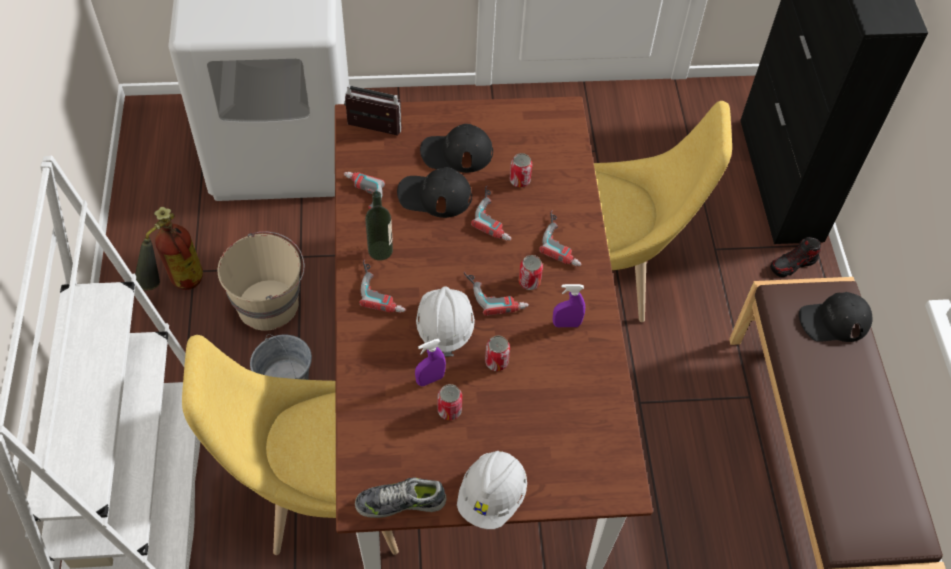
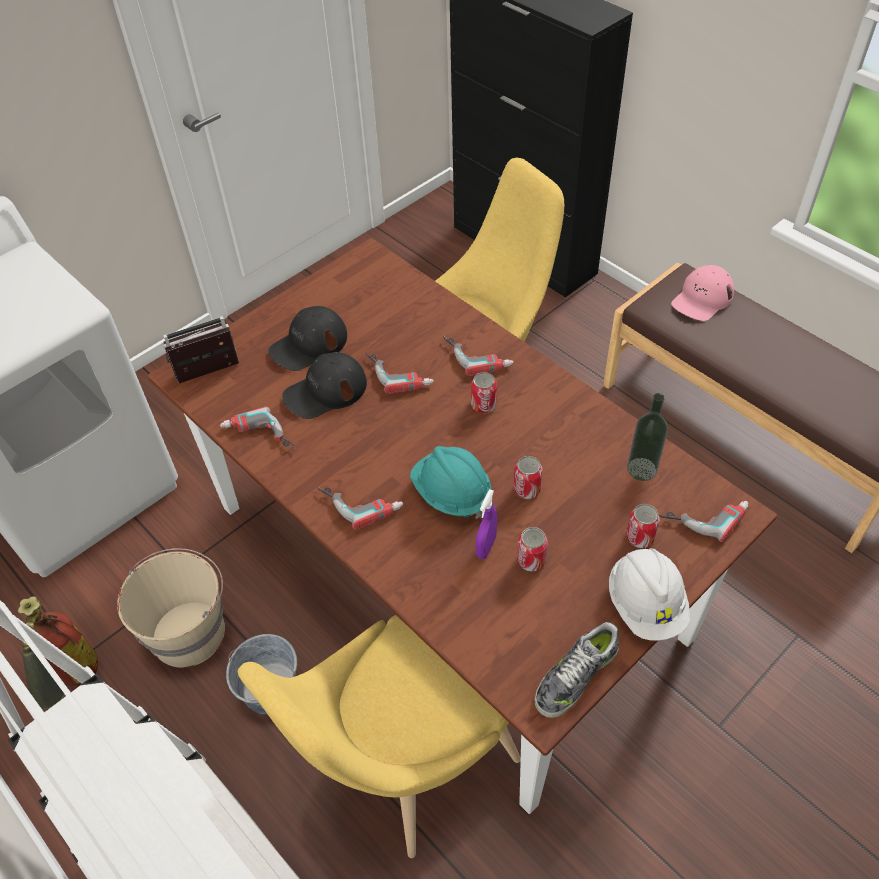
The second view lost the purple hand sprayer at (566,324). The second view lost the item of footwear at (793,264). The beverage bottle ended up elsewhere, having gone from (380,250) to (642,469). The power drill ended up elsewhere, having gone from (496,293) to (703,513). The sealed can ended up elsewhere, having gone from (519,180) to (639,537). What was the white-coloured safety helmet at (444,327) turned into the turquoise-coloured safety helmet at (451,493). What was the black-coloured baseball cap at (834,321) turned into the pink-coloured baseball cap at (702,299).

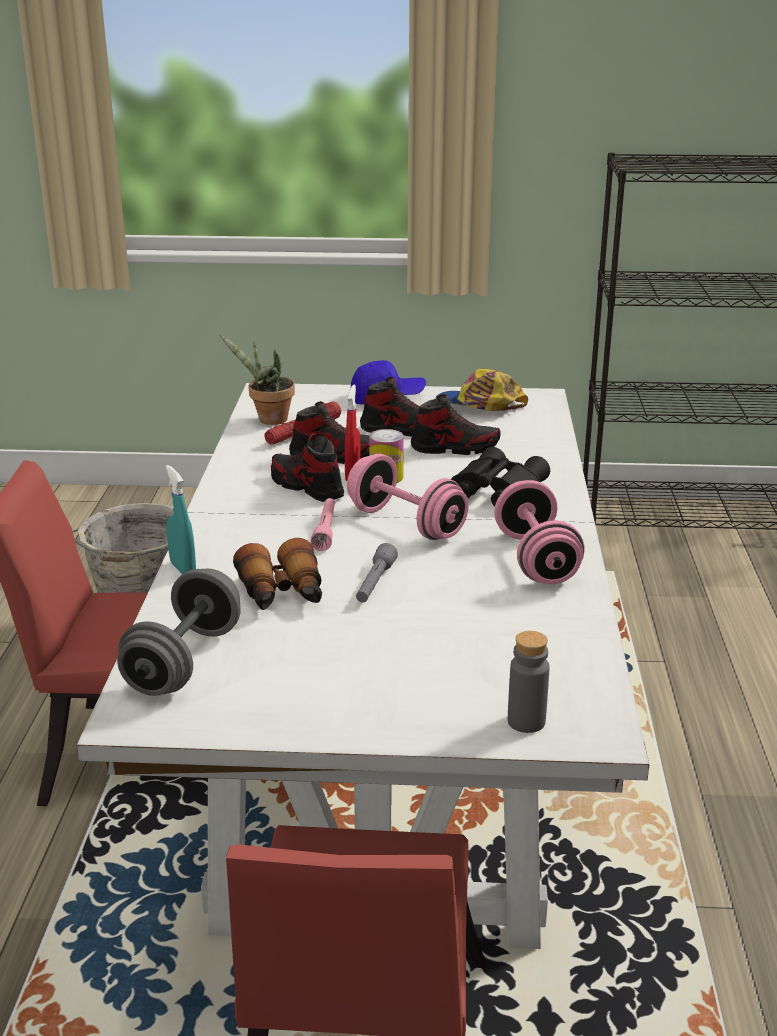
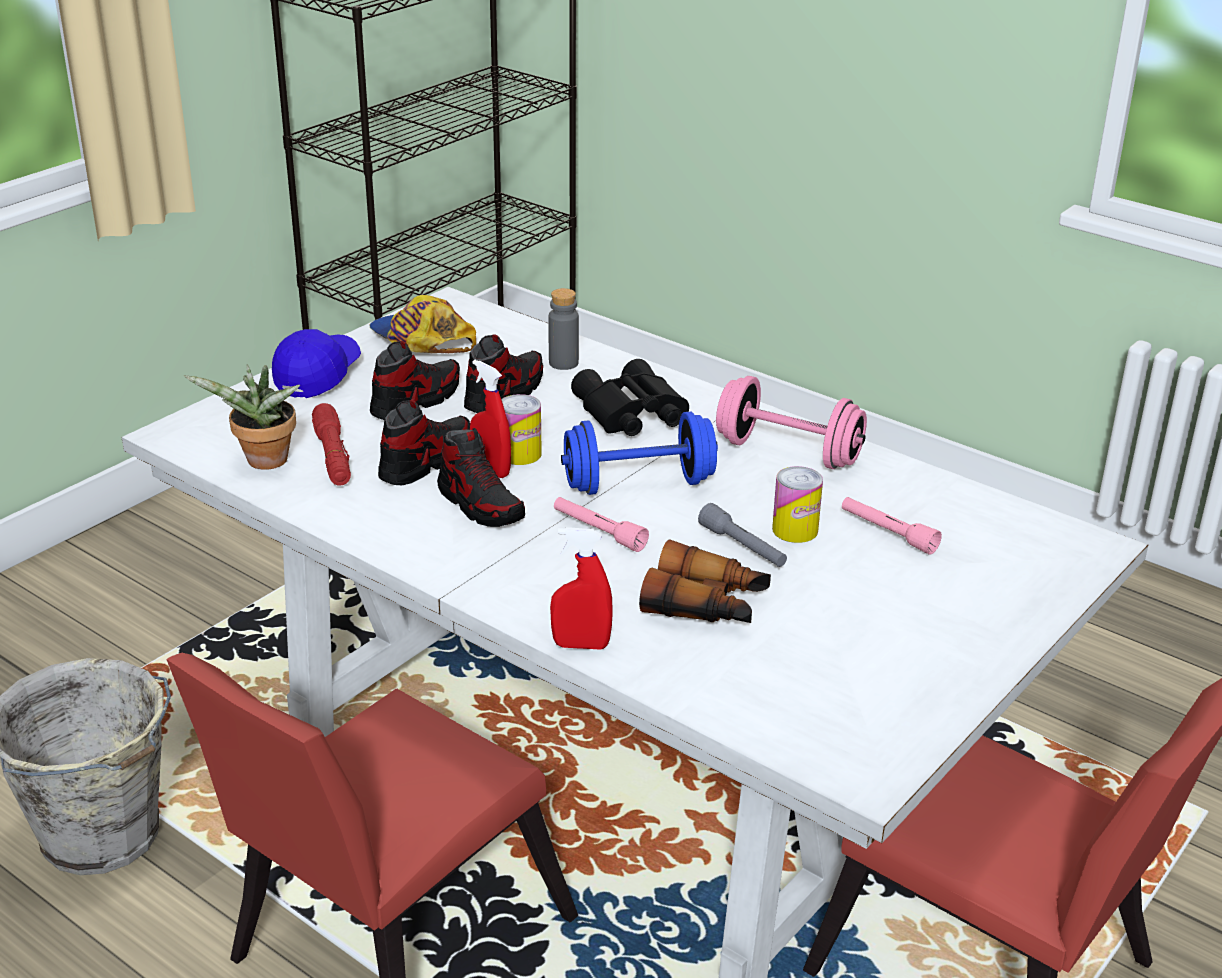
The second view lost the greyish dumbbell at (184,661). The second view gained the sealed can at (795,530). The second view gained the pink-coloured torch at (887,533). The greyish beverage bottle ended up elsewhere, having gone from (526,721) to (563,363). What was the turquoise-coloured hand sprayer at (183,569) turned into the reddish hand sprayer at (581,645). What was the pink-coloured dumbbell at (406,523) turned into the blue-coloured dumbbell at (639,484). The item of footwear at (307,487) ended up facing another way, 120 degrees counterclockwise from before. The baseball cap at (479,405) ended up facing another way, 75 degrees clockwise from before.

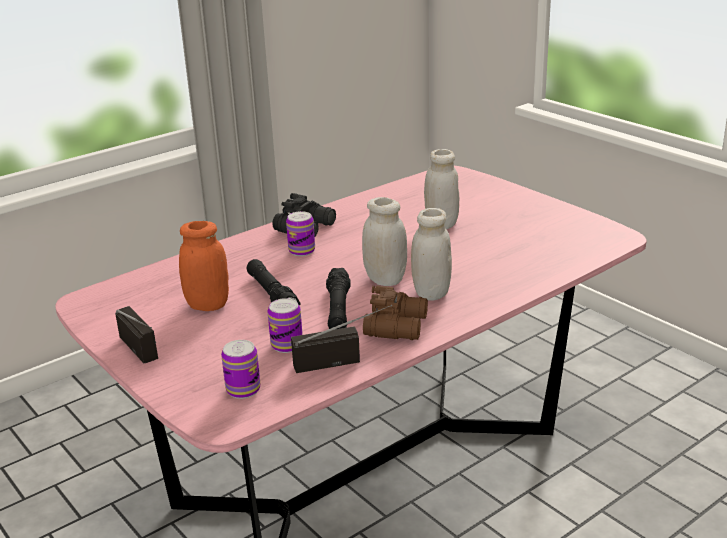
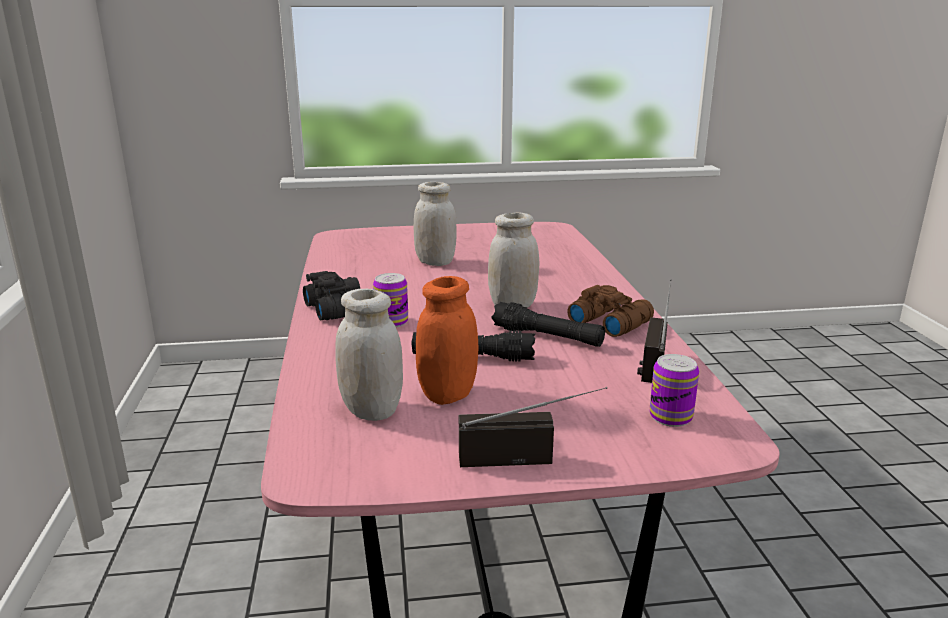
The second view lost the sealed can at (287,345). The white-coloured jar ended up elsewhere, having gone from (431,293) to (371,410).

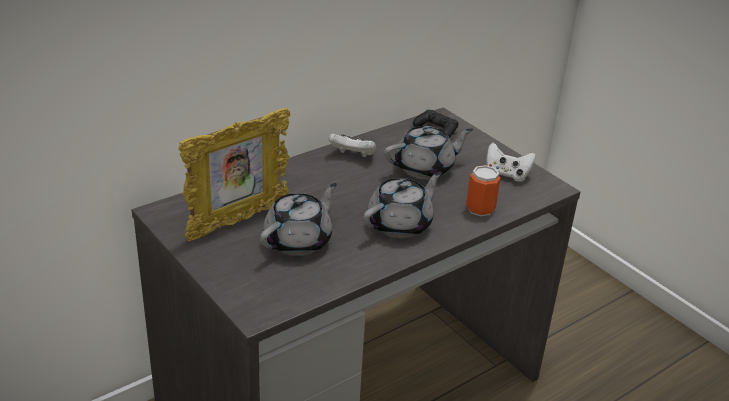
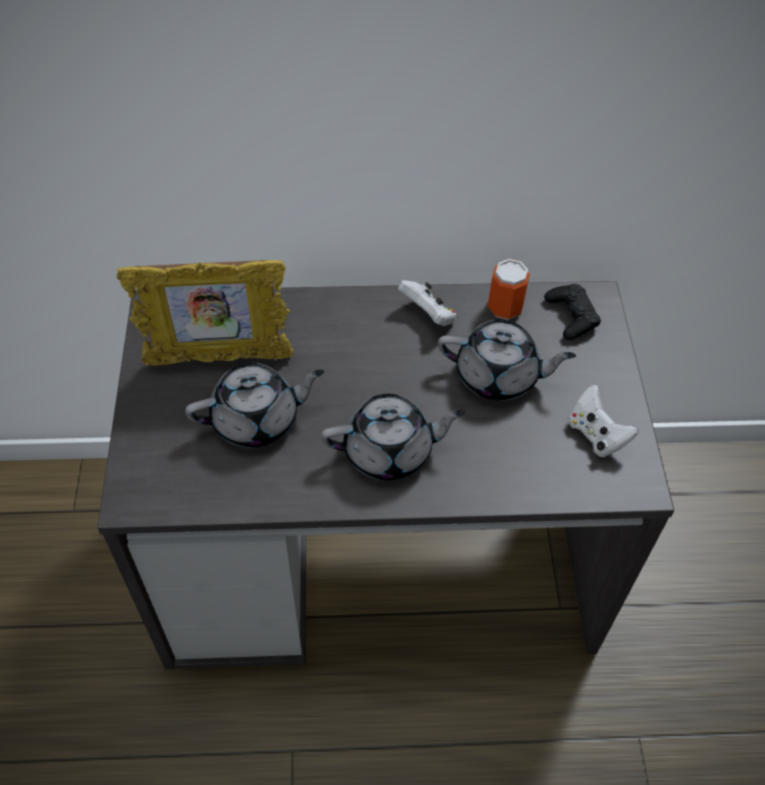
The sealed can ended up elsewhere, having gone from (480,209) to (505,307).

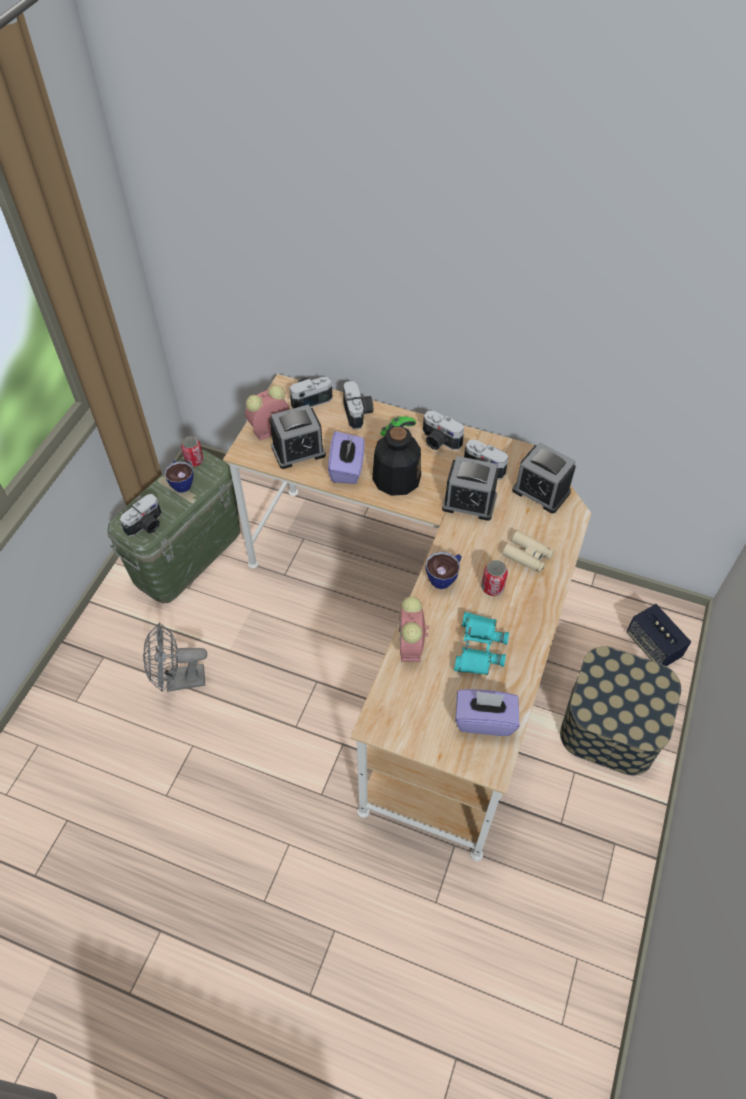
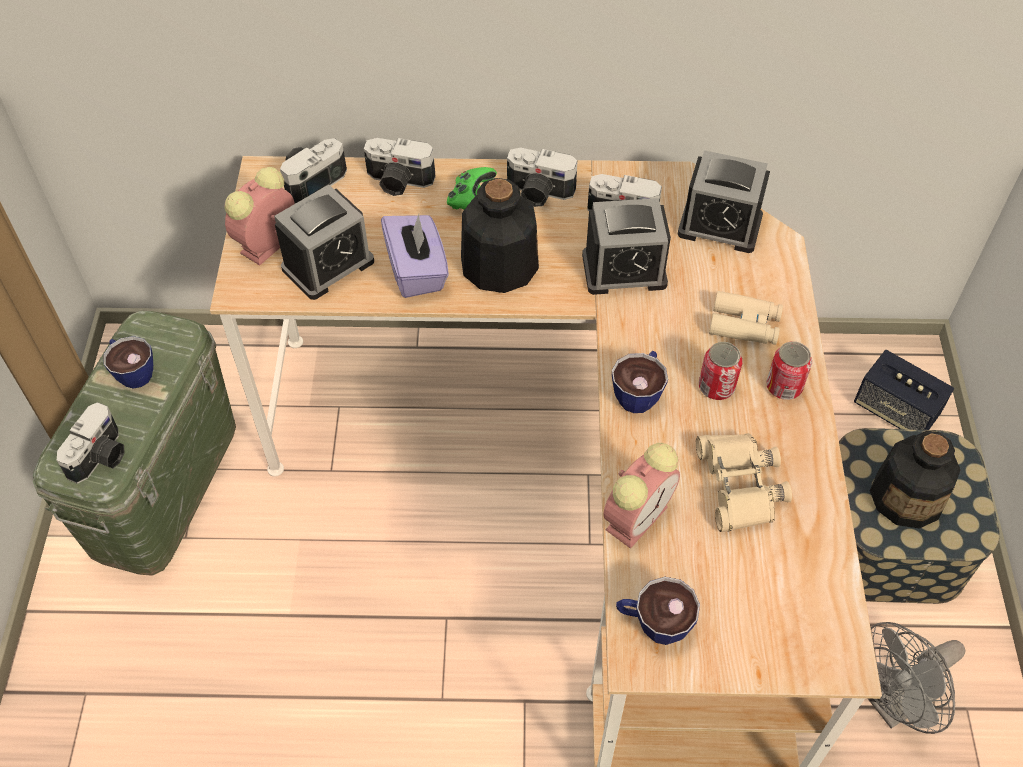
The second view lost the purple tissue box at (484,719). The second view gained the cup at (653,624). The second view gained the beverage bottle at (906,497). The greyish cooling fan ended up elsewhere, having gone from (179,681) to (894,704). The sealed can ended up elsewhere, having gone from (194,461) to (784,386). What was the turquoise-coloured pair of binoculars at (478,648) turned into the beige-coloured pair of binoculars at (739,485). The photo camera at (359,413) ended up facing another way, 135 degrees clockwise from before. The alarm clock at (411,646) ended up facing another way, 120 degrees counterclockwise from before.

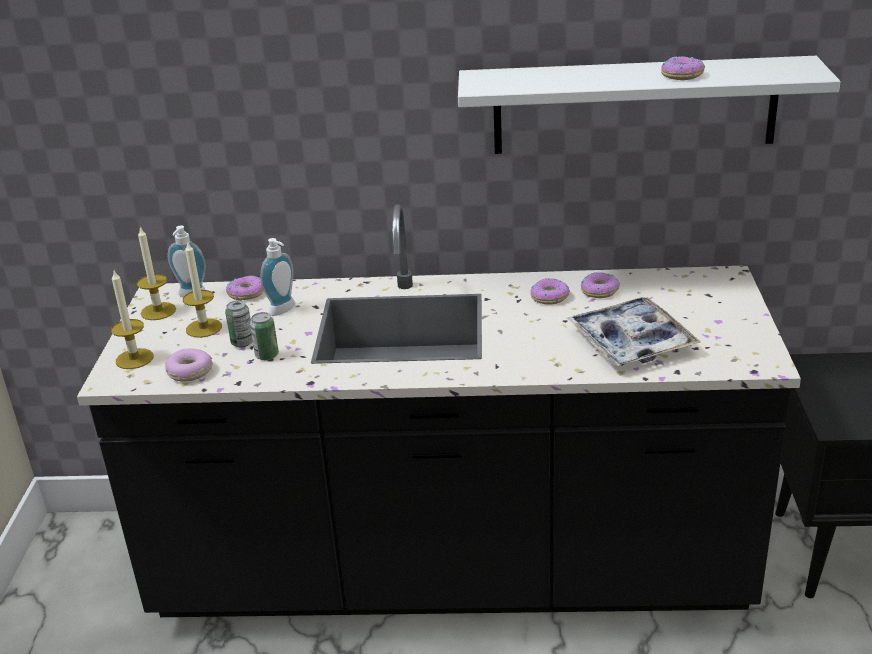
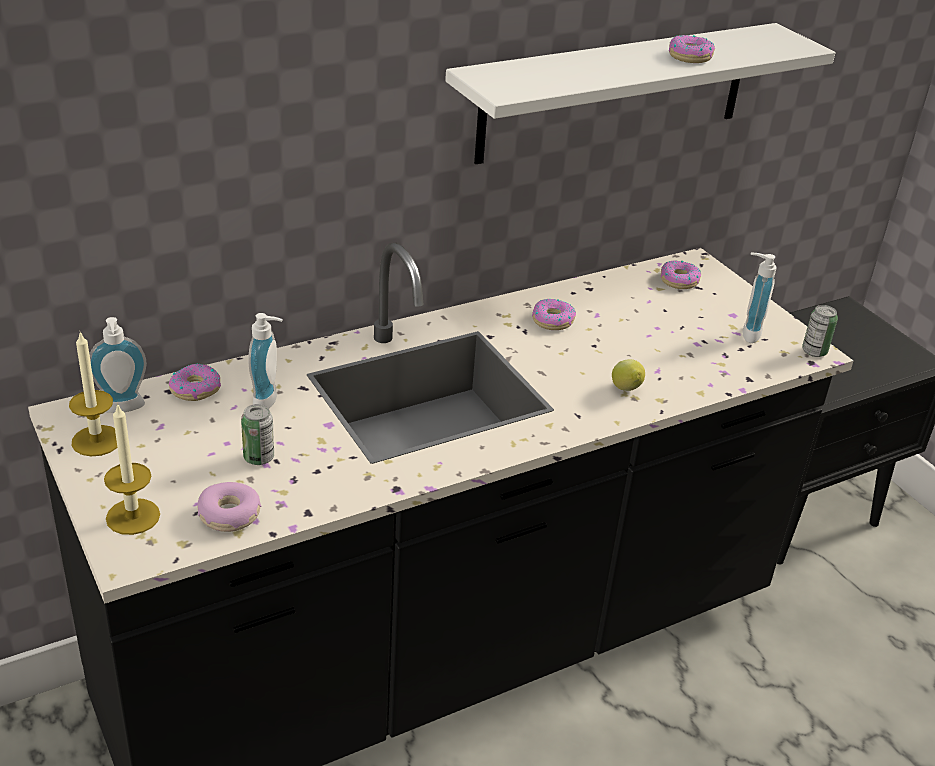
The second view lost the wax candle at (204,328). The second view lost the tray at (631,342). The second view gained the citrus fruit at (626,390). The second view gained the soap dispenser at (747,333). The sealed can ended up elsewhere, having gone from (267,355) to (814,351). The doughnut ended up elsewhere, having gone from (599,290) to (679,280).

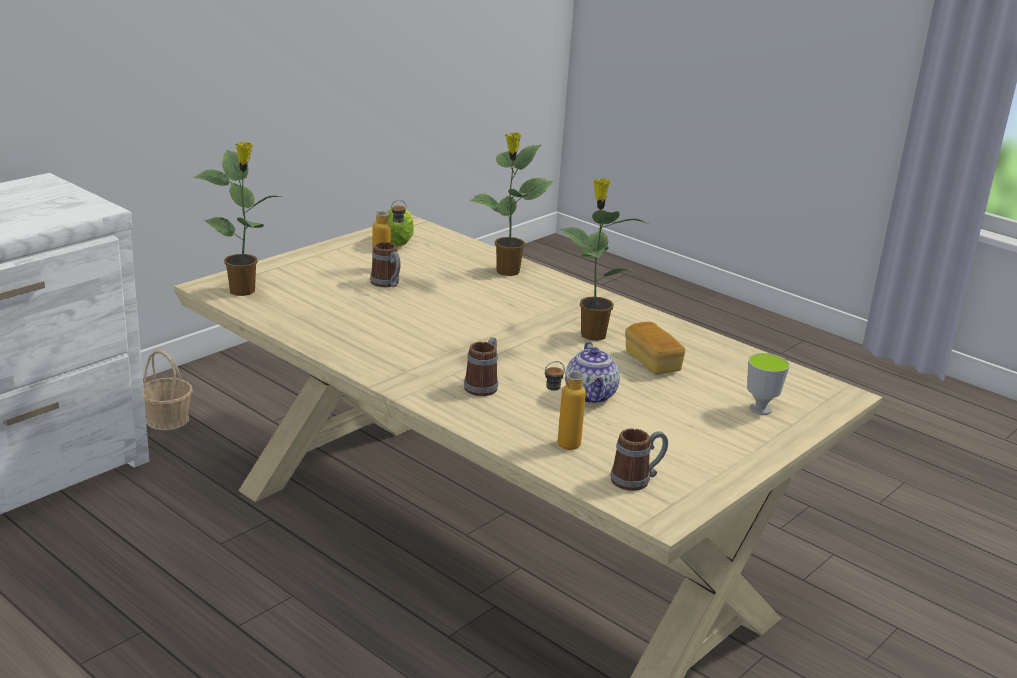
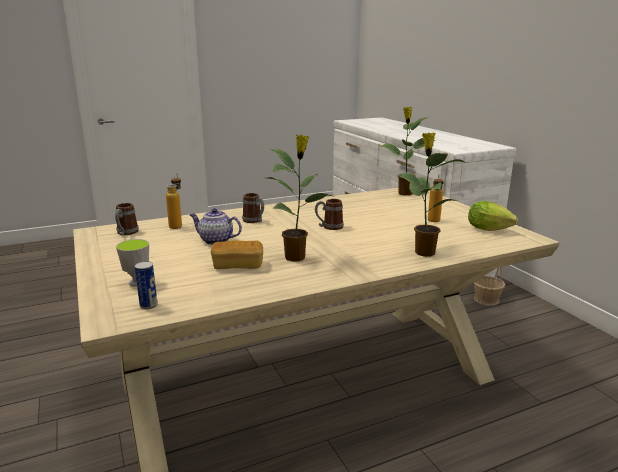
The second view gained the sealed can at (148,305). The coffee mug ended up elsewhere, having gone from (387,284) to (329,227).

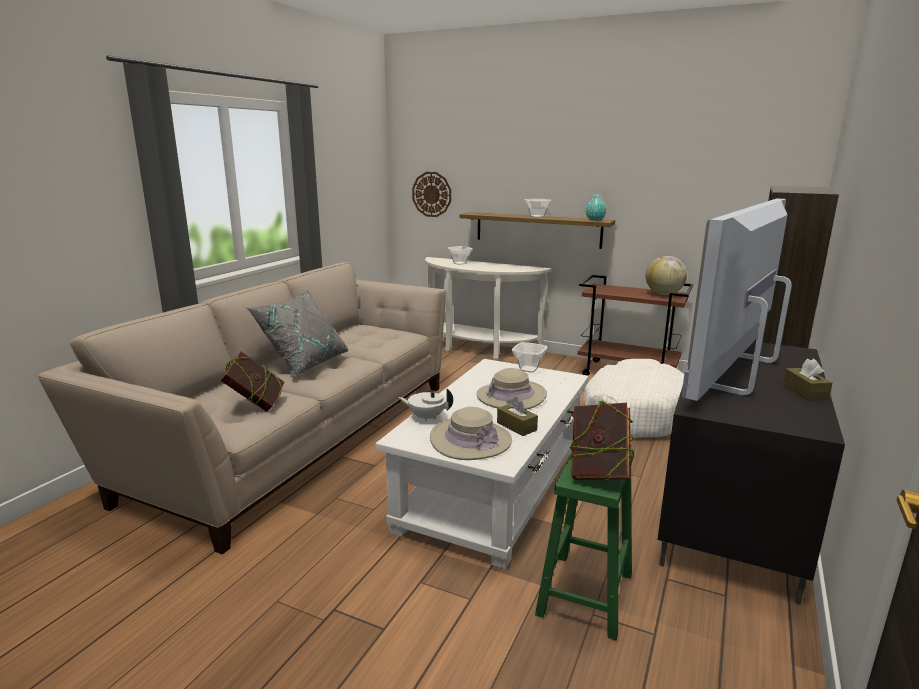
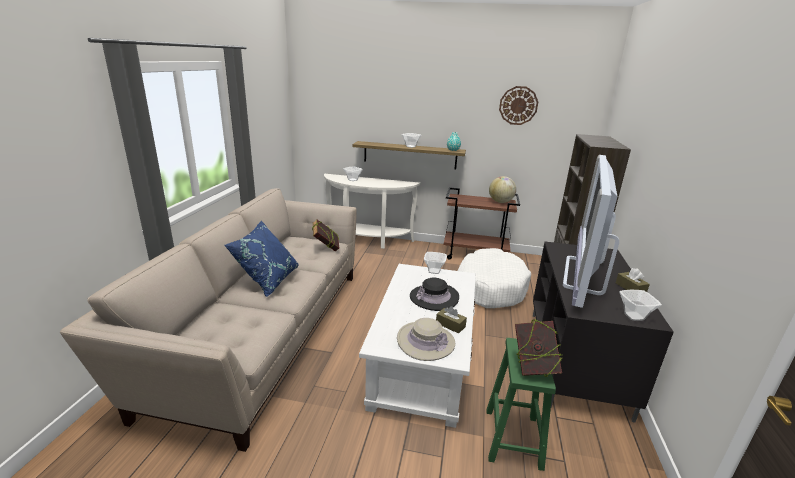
The second view lost the white-coloured teapot at (426,417). The second view gained the serving bowl at (633,316). The volume ended up elsewhere, having gone from (256,406) to (326,248). The hanging clock ended up elsewhere, having gone from (431,194) to (518,105). What was the greyish cushion at (304,363) turned into the blue-coloured cushion at (267,280). What was the beige-coloured clothing hat at (511,396) turned into the black-coloured clothing hat at (434,297).

